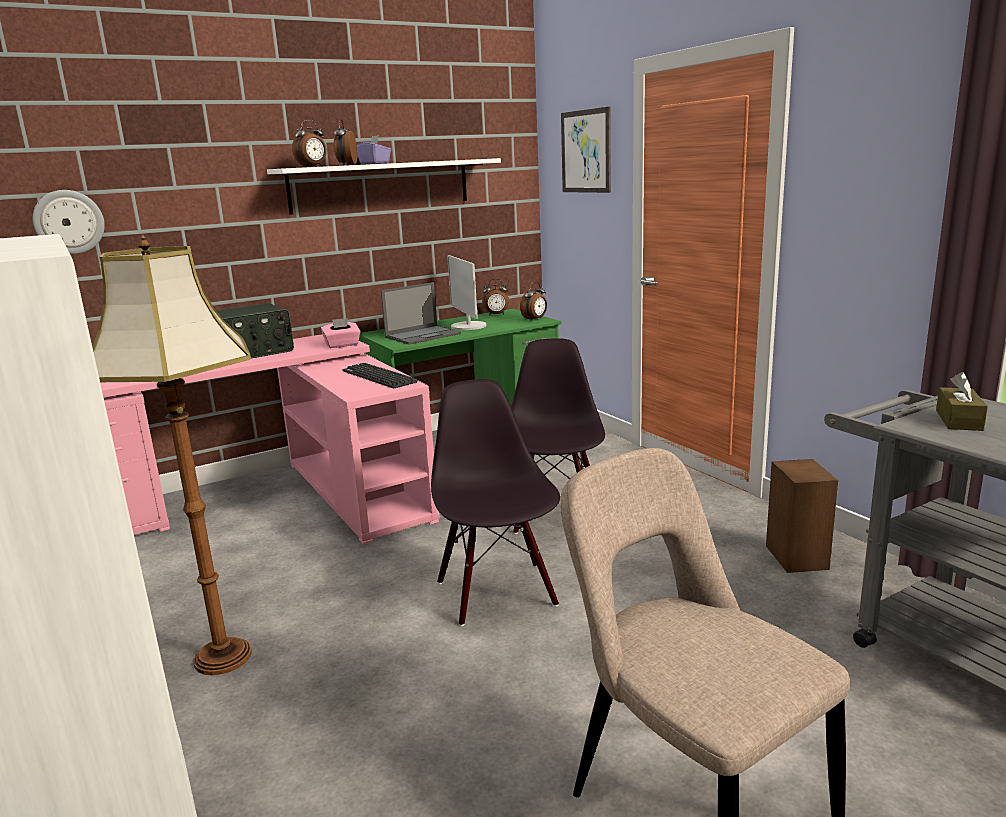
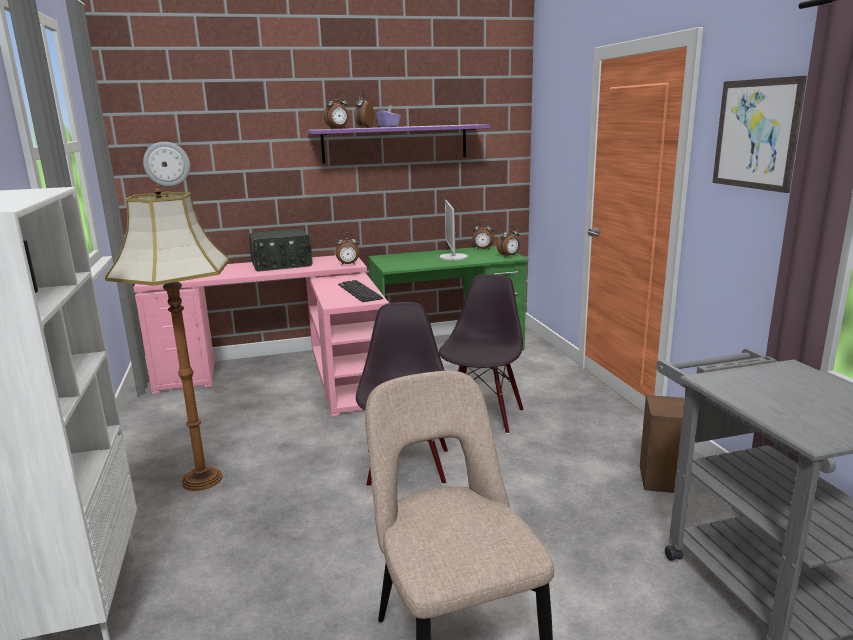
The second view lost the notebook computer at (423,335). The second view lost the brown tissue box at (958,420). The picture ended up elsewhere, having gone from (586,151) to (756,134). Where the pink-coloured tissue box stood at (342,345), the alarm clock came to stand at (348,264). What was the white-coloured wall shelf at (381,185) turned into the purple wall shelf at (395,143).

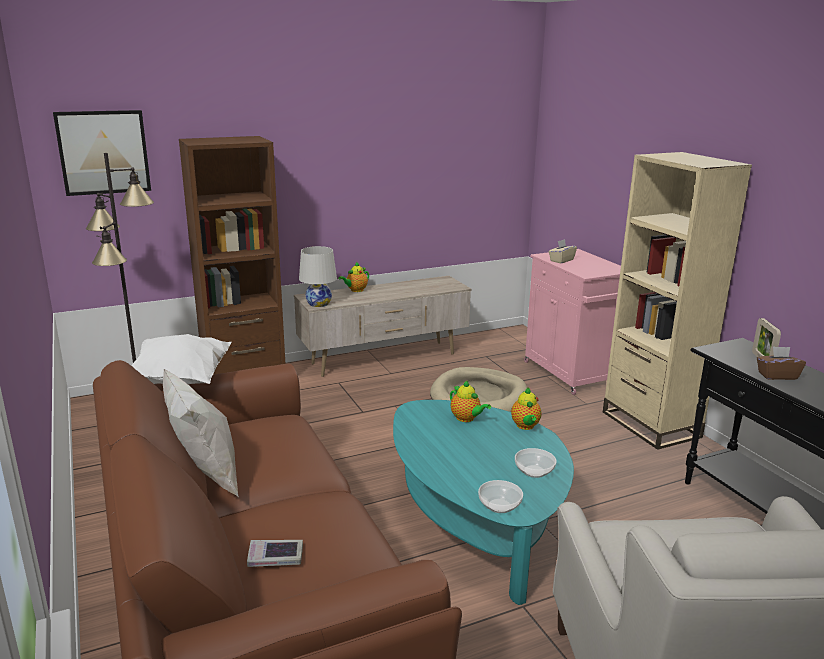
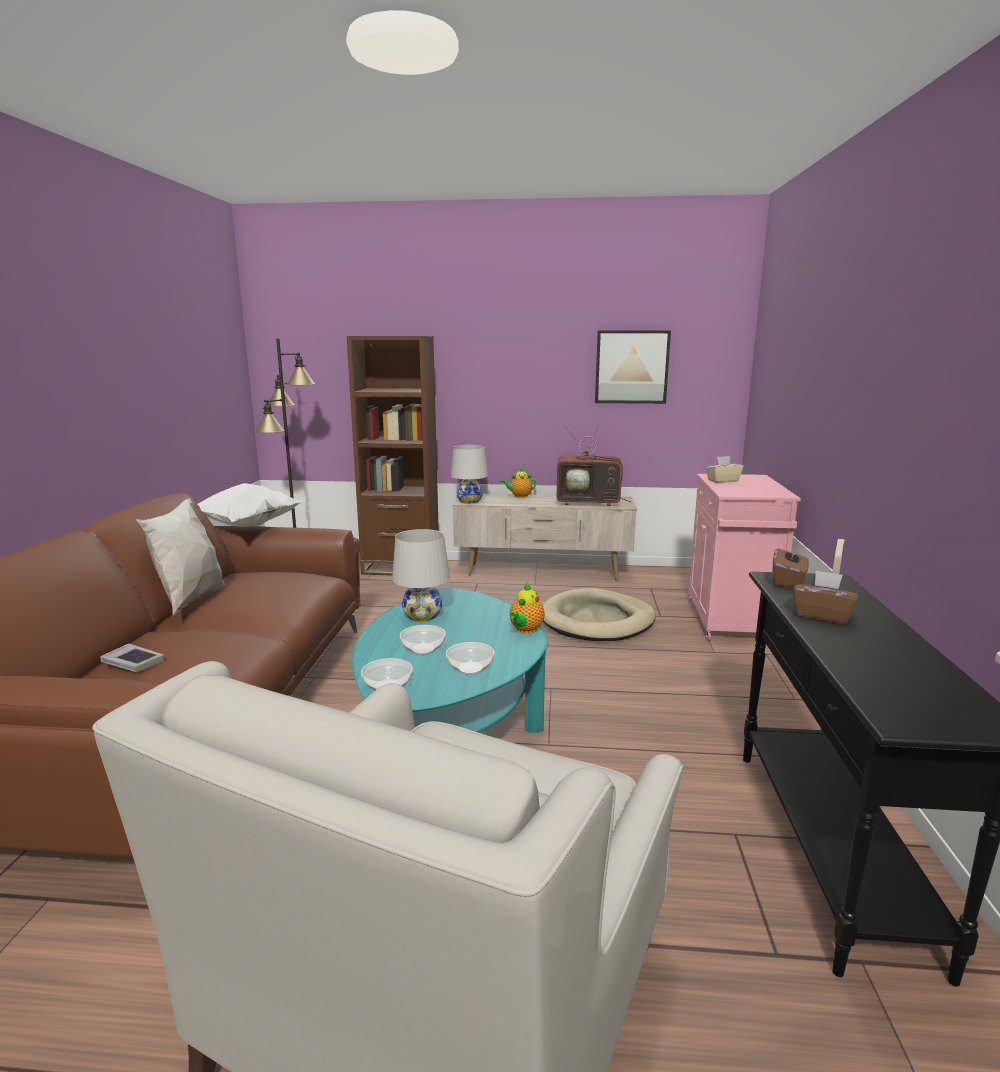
The second view lost the teapot at (466,419). The second view lost the beige-coloured shelving unit at (650,424). The second view gained the white-coloured tabletop lamp at (422,615). The second view gained the serving bowl at (422,649). The second view gained the TV set at (590,502). The second view gained the brown tissue box at (788,581). The picture ended up elsewhere, having gone from (103,152) to (631,367).

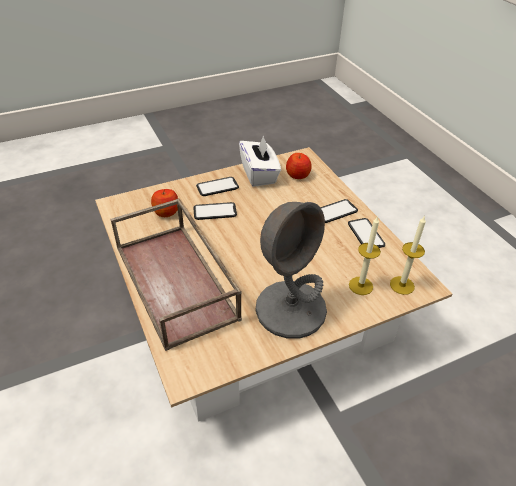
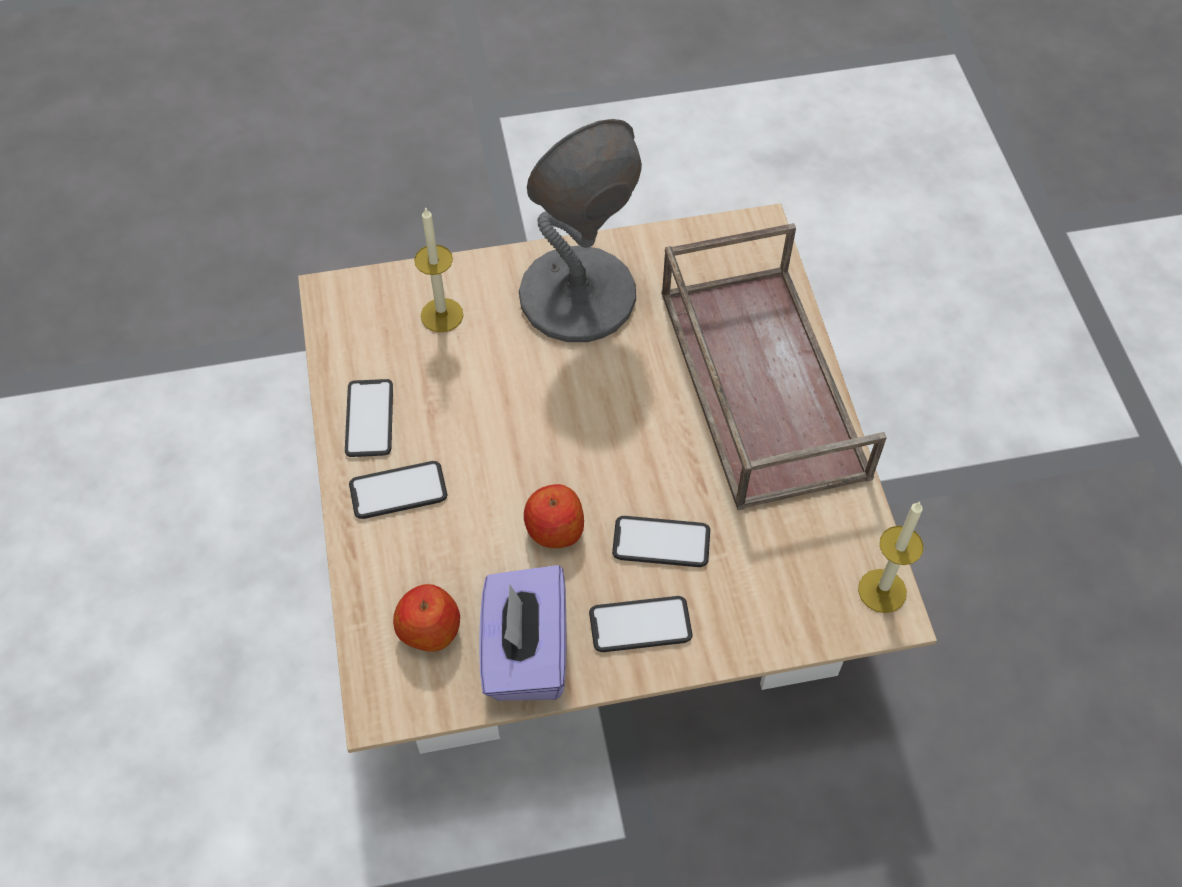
The apple fruit ended up elsewhere, having gone from (166,212) to (554,529). The wax candle ended up elsewhere, having gone from (402,285) to (882,591). What was the white-coloured tissue box at (259,174) turned into the purple tissue box at (525,653).

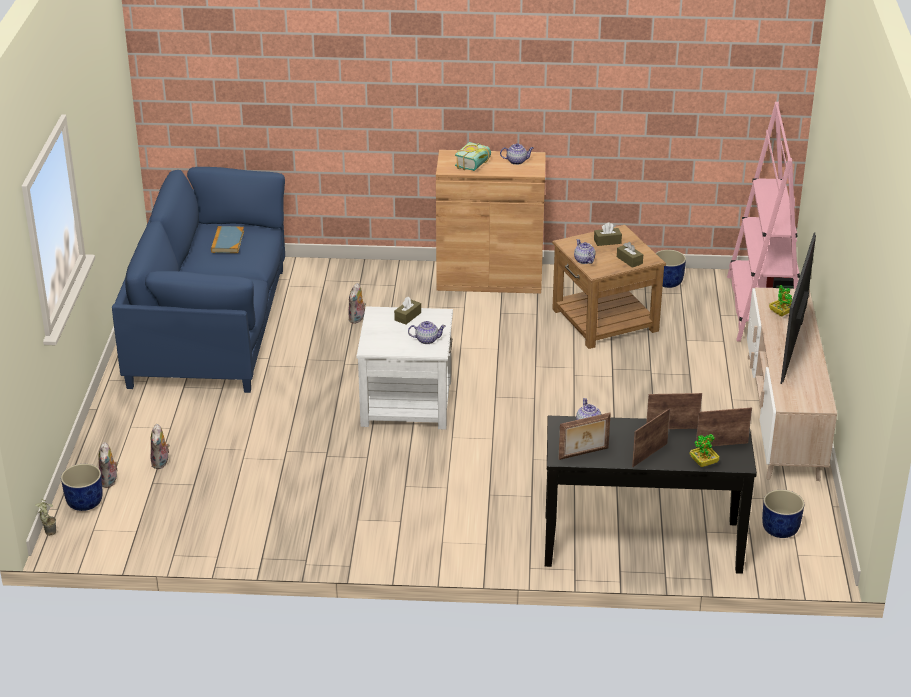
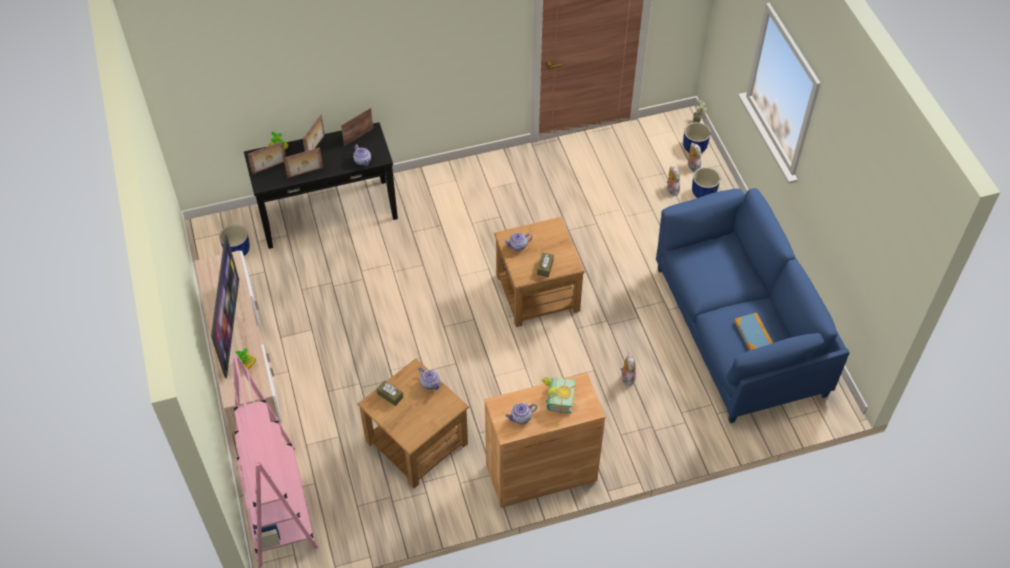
The second view lost the brown tissue box at (607,241). The blue-coloured planter ended up elsewhere, having gone from (668,282) to (703,192). What was the white-coloured accent table at (407,403) turned into the brown accent table at (537,293).

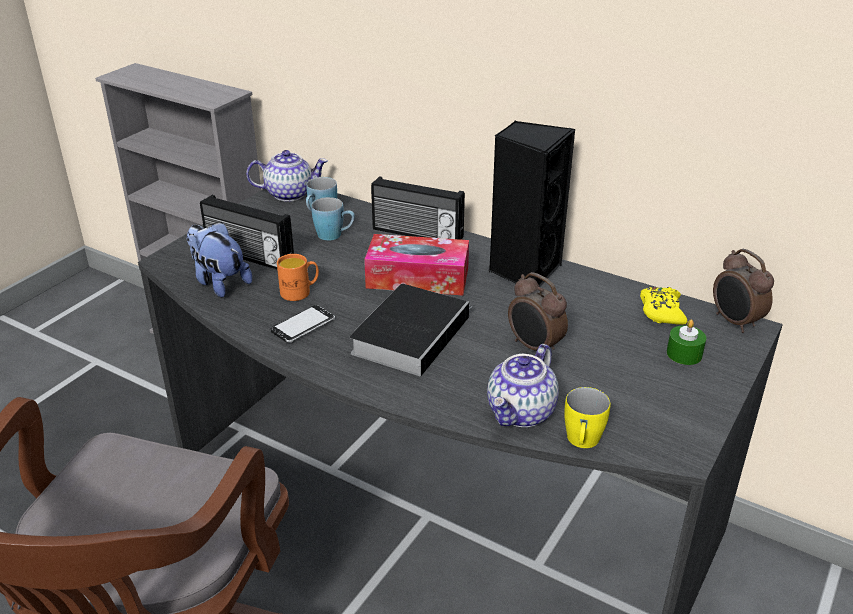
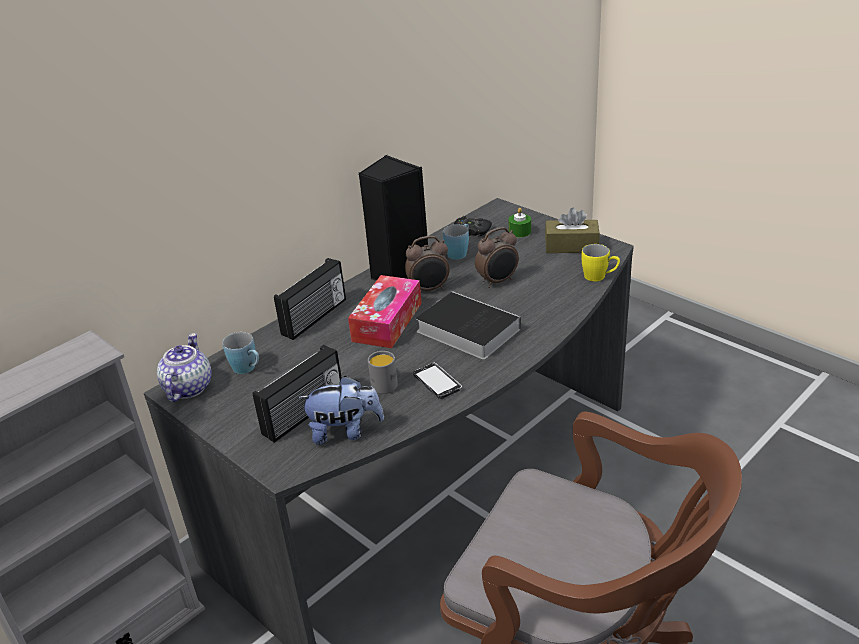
The second view lost the teapot at (521,413). The second view gained the brown tissue box at (571,246). The blue-coloured coffee mug ended up elsewhere, having gone from (335,235) to (459,252). The alarm clock ended up elsewhere, having gone from (734,322) to (429,289). What was the orangey coffee mug at (300,292) turned into the greyish coffee mug at (383,383). What was the yellow gamepad at (661,311) turned into the black-coloured gamepad at (471,231). The cuddly toy at (219,282) ended up facing another way, 150 degrees counterclockwise from before.

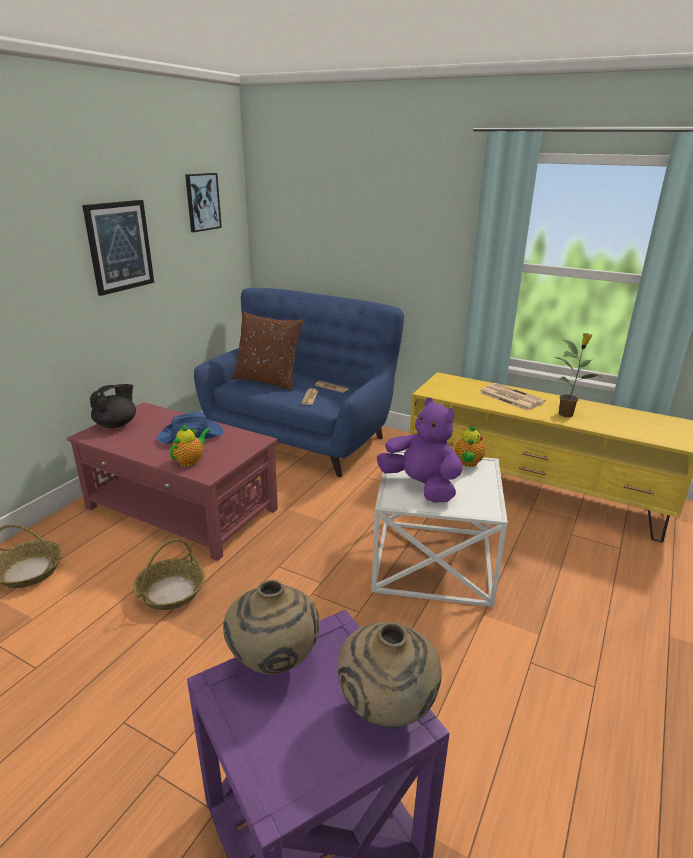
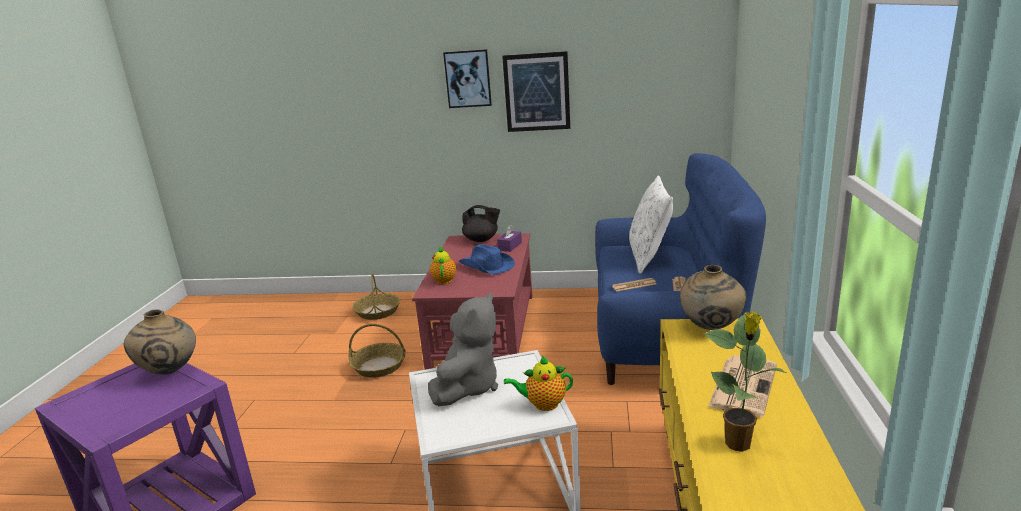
The second view gained the purple tissue box at (510,246). The picture ended up elsewhere, having gone from (202,202) to (468,78). The beige-coloured vase ended up elsewhere, having gone from (387,709) to (711,328). What was the brown cushion at (268,381) turned into the white-coloured cushion at (649,257). What was the purple cuddly toy at (421,486) turned into the greyish cuddly toy at (468,387). The teapot at (190,461) ended up facing another way, 105 degrees counterclockwise from before.

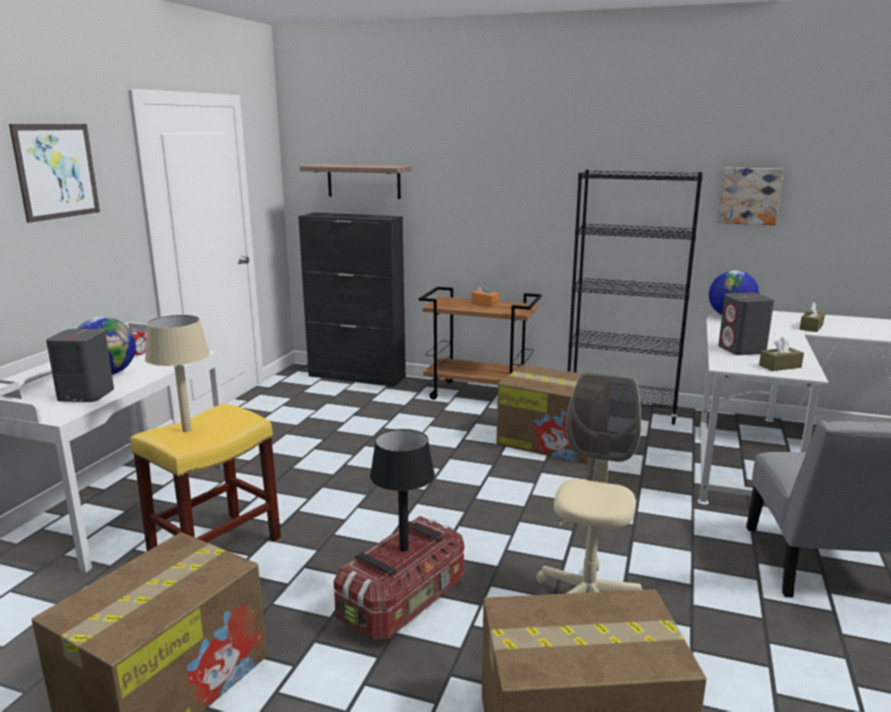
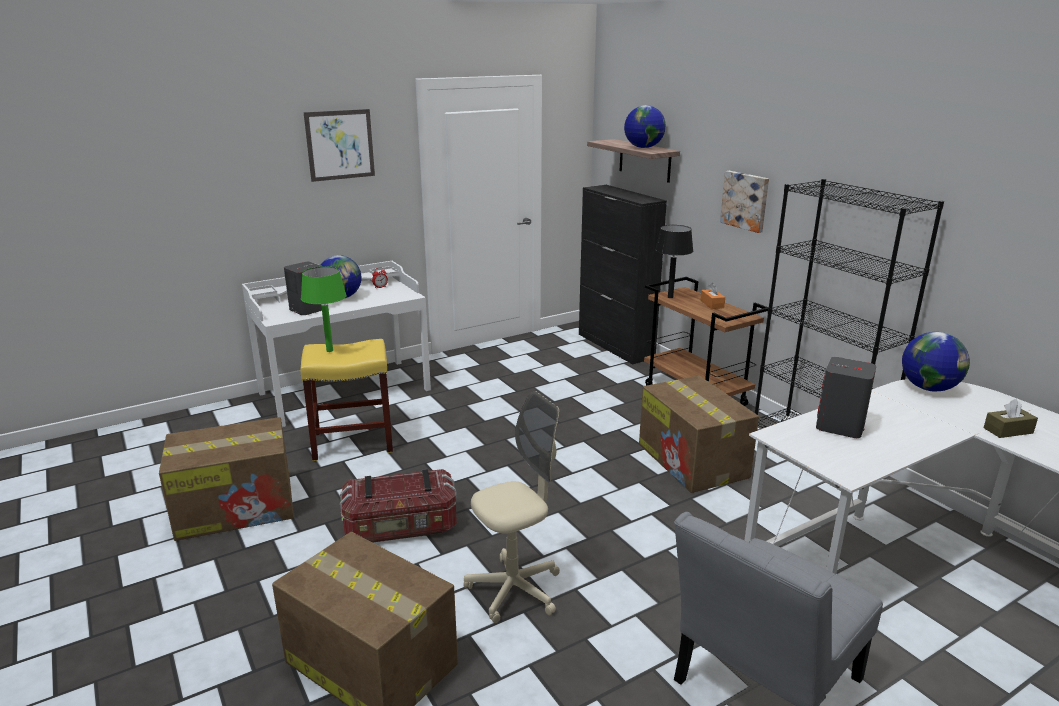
The second view lost the brown tissue box at (780,366). The second view gained the globe at (643,147). The black-coloured tabletop lamp ended up elsewhere, having gone from (403,548) to (670,297). The picture ended up elsewhere, having gone from (749,196) to (745,200). What was the beige-coloured tabletop lamp at (187,430) turned into the green tabletop lamp at (329,351).

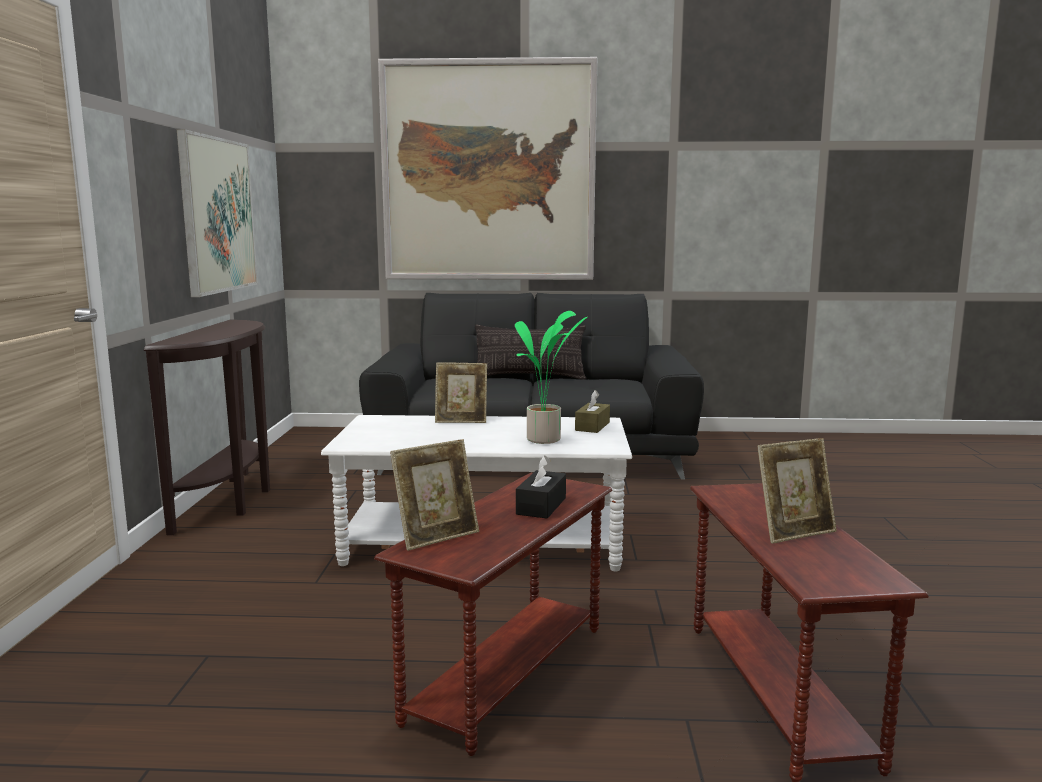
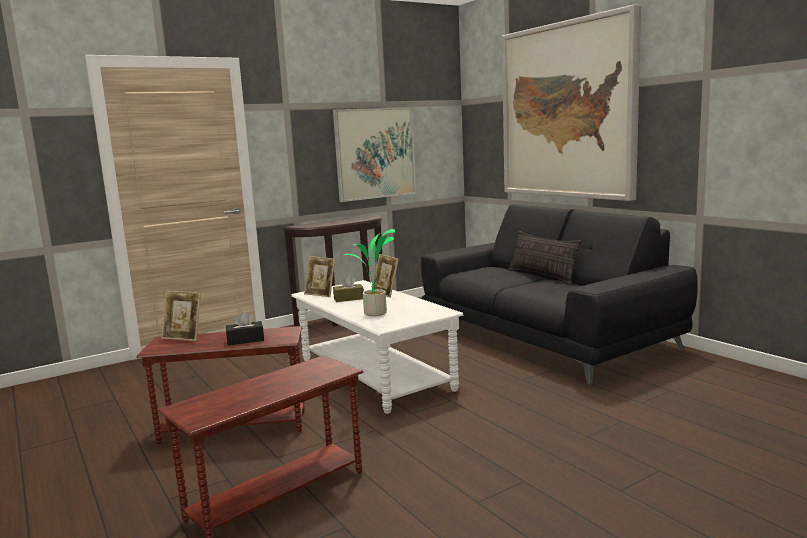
The brown tissue box ended up elsewhere, having gone from (592,426) to (349,298). The photo frame ended up elsewhere, having gone from (794,532) to (321,294).

